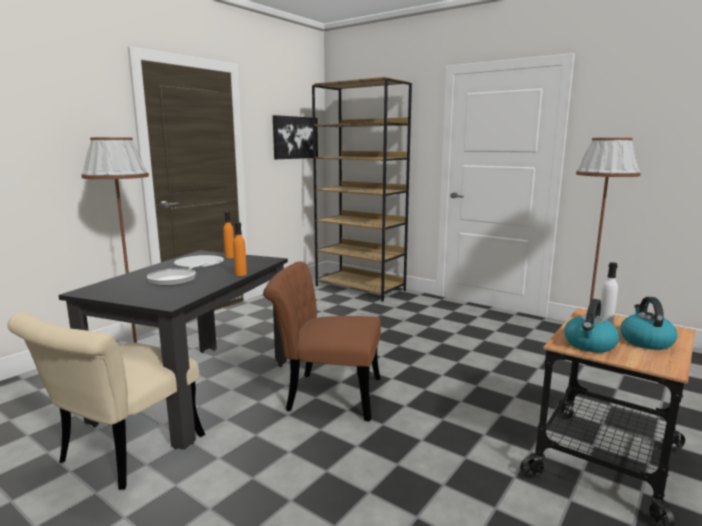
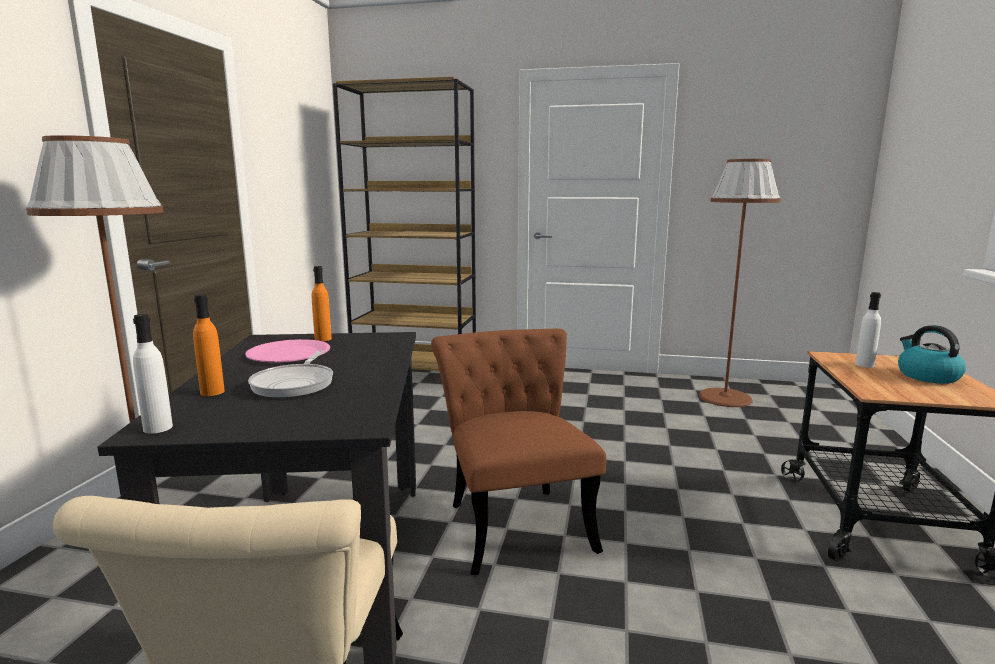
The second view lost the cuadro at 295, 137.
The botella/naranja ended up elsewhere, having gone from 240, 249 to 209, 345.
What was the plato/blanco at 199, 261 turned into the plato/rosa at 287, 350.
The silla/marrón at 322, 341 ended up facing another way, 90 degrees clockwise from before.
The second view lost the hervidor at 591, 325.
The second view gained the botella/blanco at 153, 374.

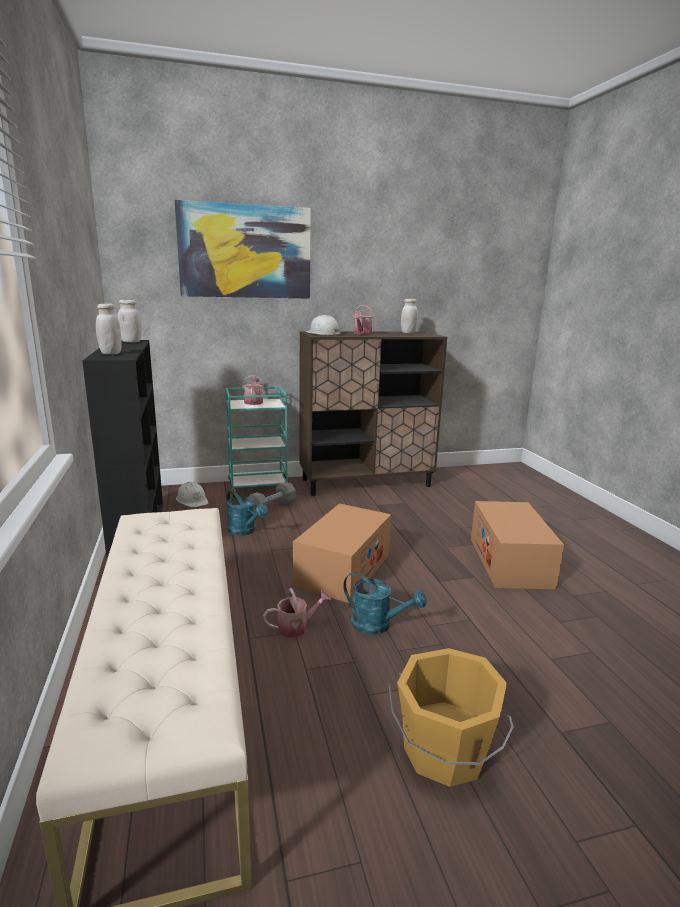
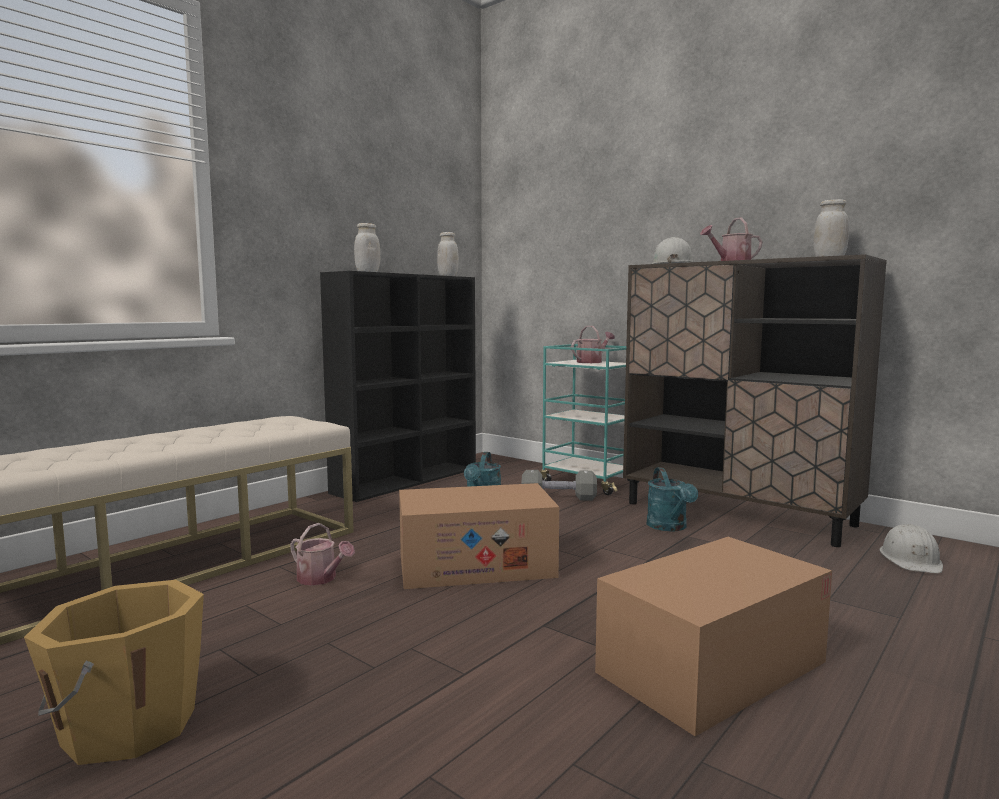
The second view lost the cuadro at 243, 249.
The casco/blanco ended up elsewhere, having gone from 192, 494 to 911, 548.
The regadera/turquesa ended up elsewhere, having gone from 385, 603 to 672, 499.

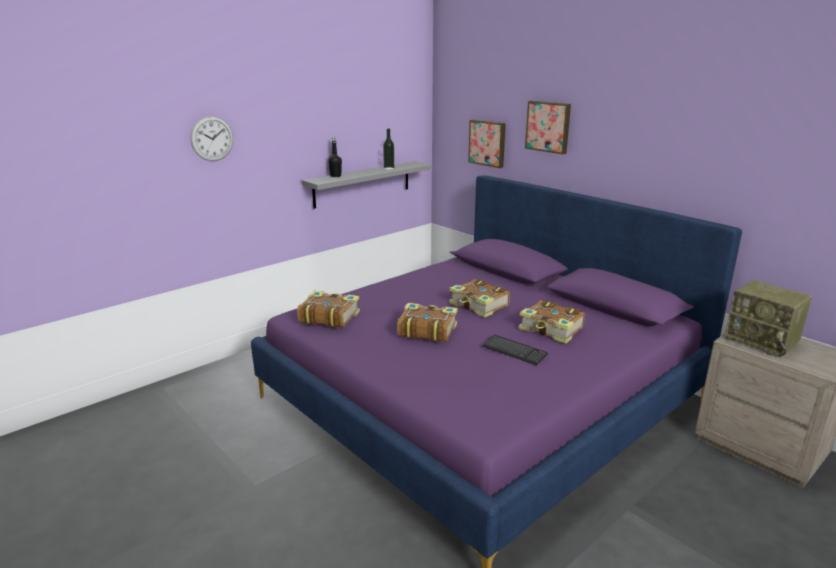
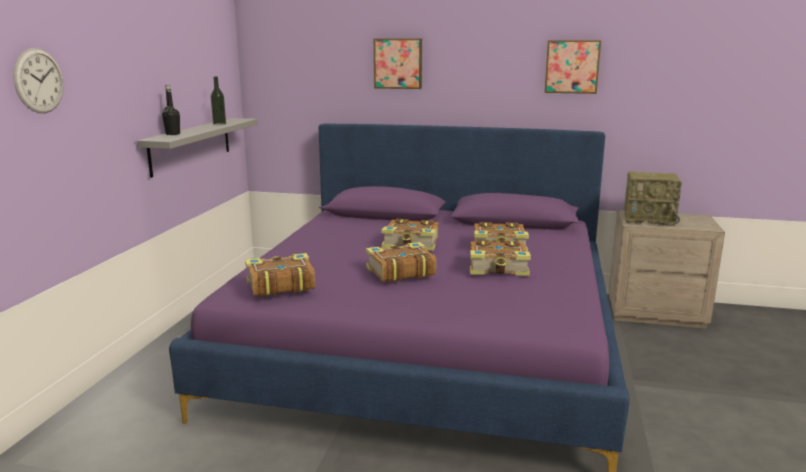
The cuadro ended up elsewhere, having gone from 487, 143 to 572, 67.
Where the teclado stood at 515, 350, the libro came to stand at 500, 258.

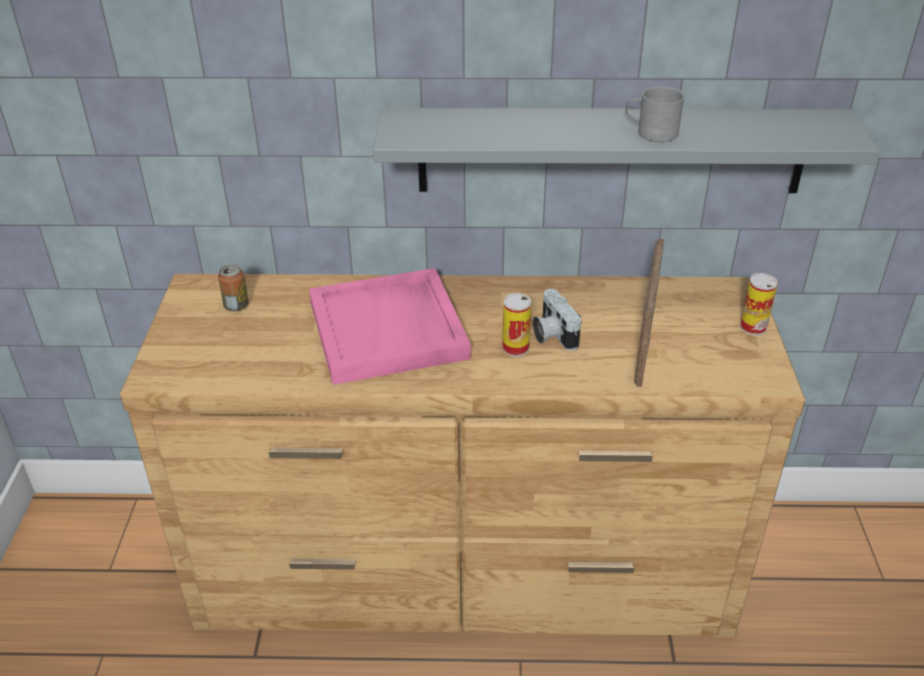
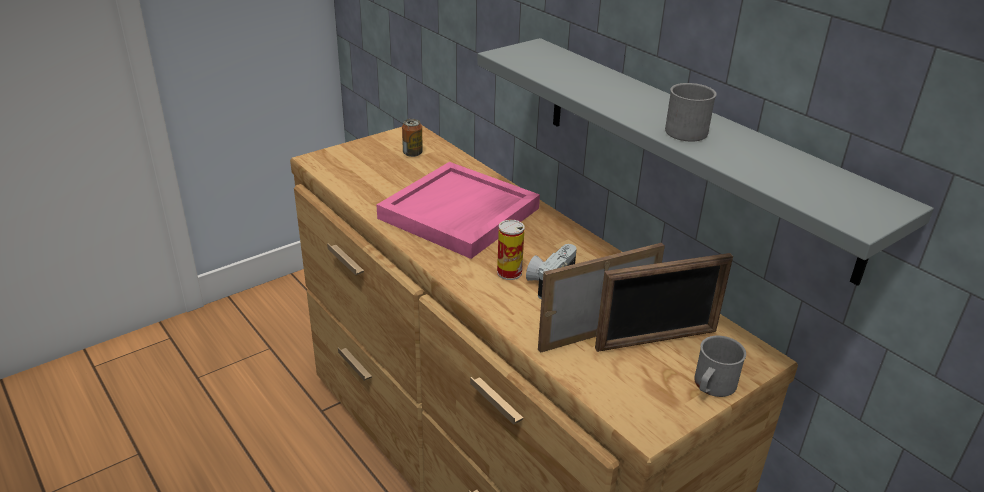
Where the lata stood at 759, 304, the taza grande/gris came to stand at 720, 366.
The second view gained the portarretratos at 664, 302.

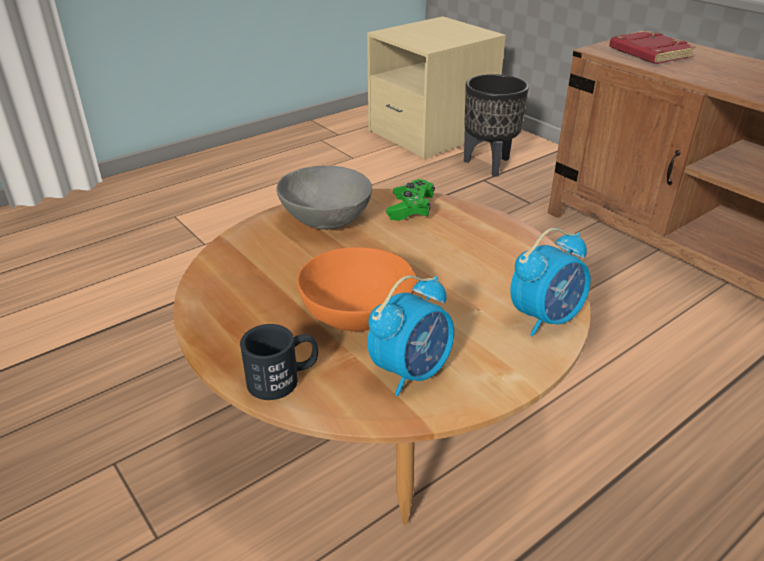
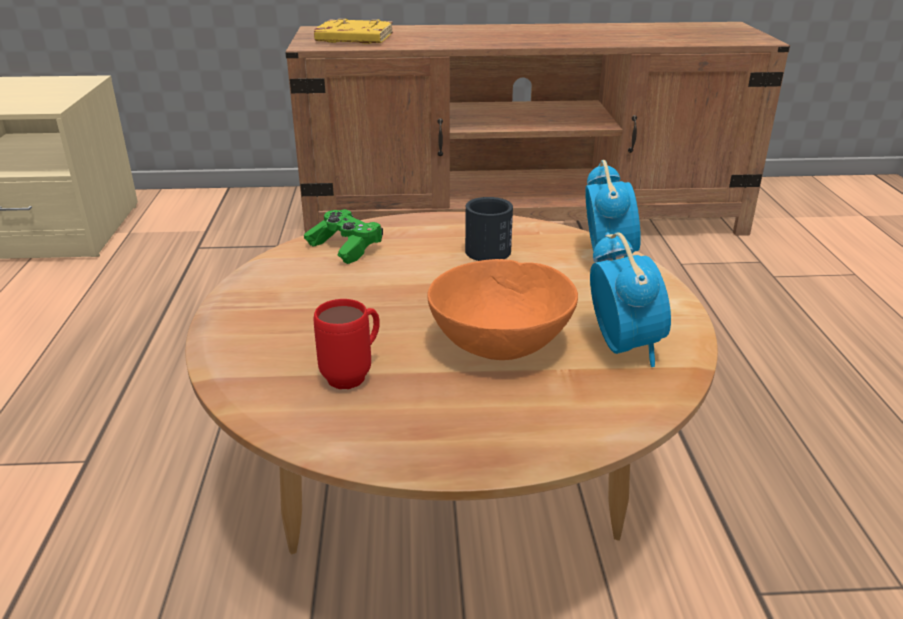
What was the libro/rojo at 652, 47 turned into the libro/amarillo at 353, 31.
The second view lost the maceta/negro at 496, 125.
The second view lost the cuenco/gris at 324, 198.
The taza grande/negro ended up elsewhere, having gone from 279, 362 to 489, 229.
The second view gained the taza grande/rojo at 346, 344.

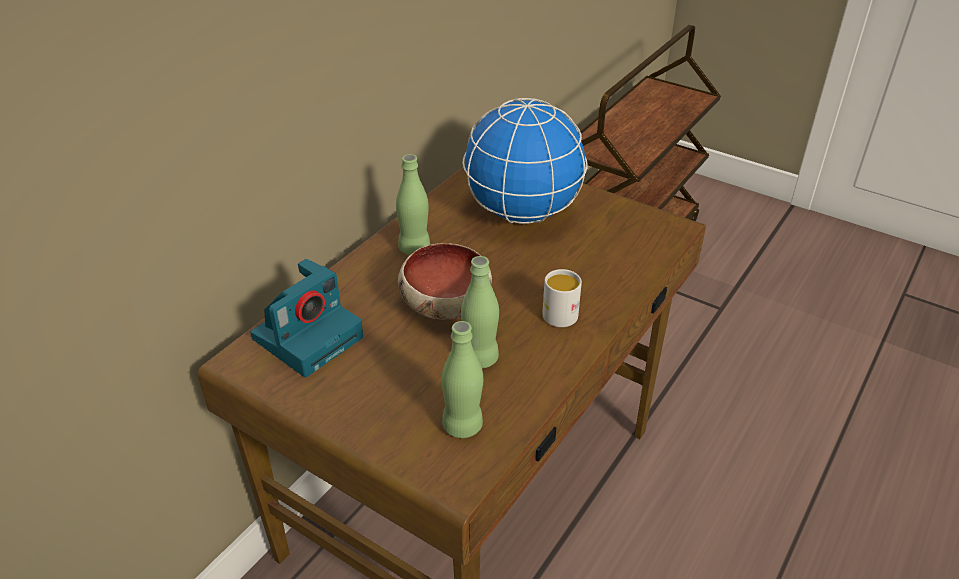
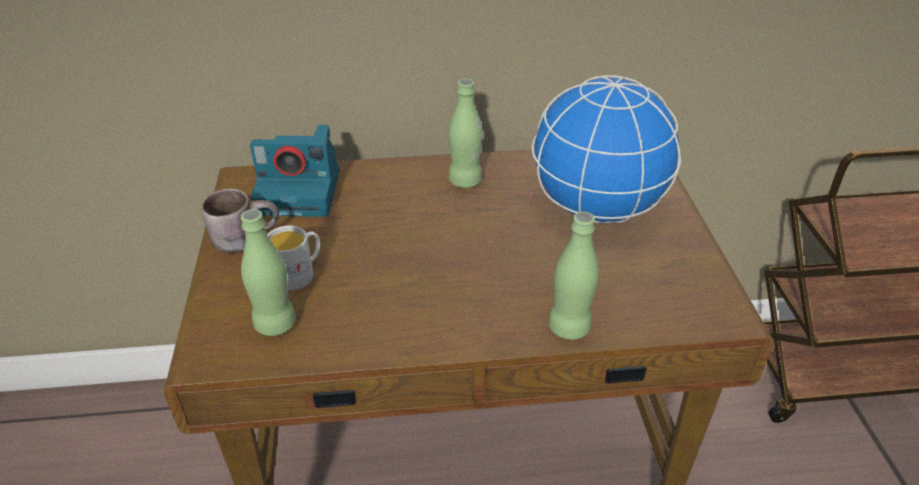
The second view lost the cuenco at 445, 281.
The botella/verde ended up elsewhere, having gone from 480, 312 to 573, 275.
The taza grande/blanco ended up elsewhere, having gone from 562, 298 to 293, 258.
The second view gained the taza grande/marrón at 240, 220.

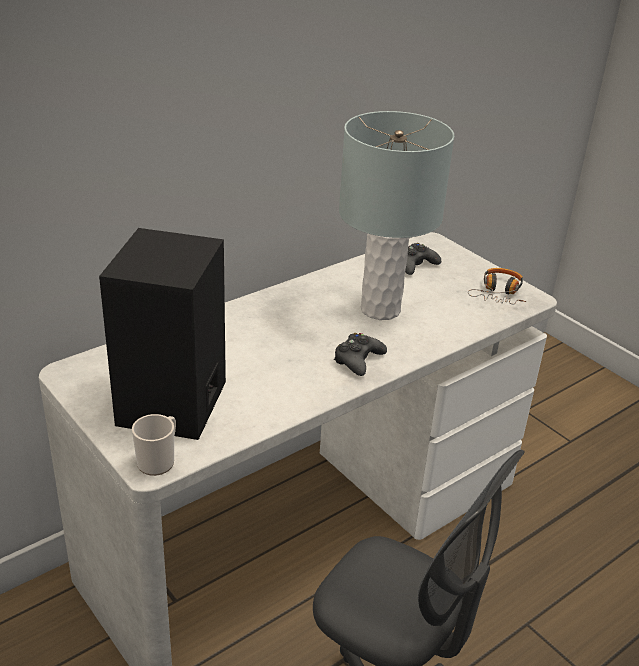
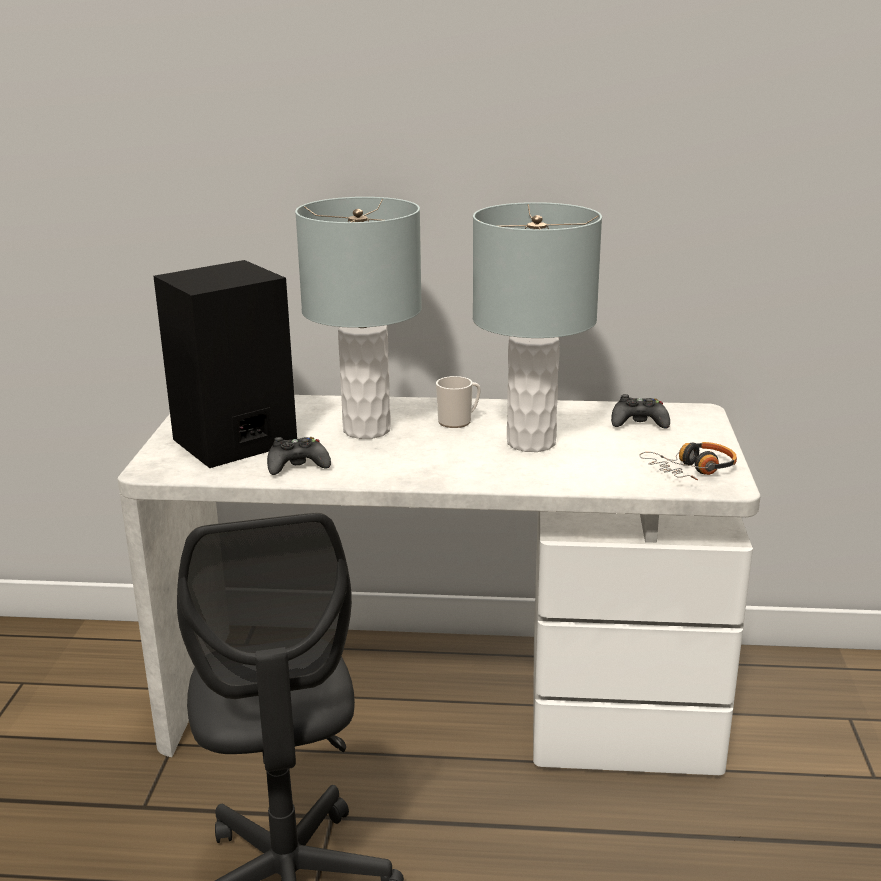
The mando de consola/negro ended up elsewhere, having gone from 360, 354 to 299, 456.
The taza grande ended up elsewhere, having gone from 154, 445 to 458, 402.
The second view gained the lámpara de mesa/gris at 358, 318.

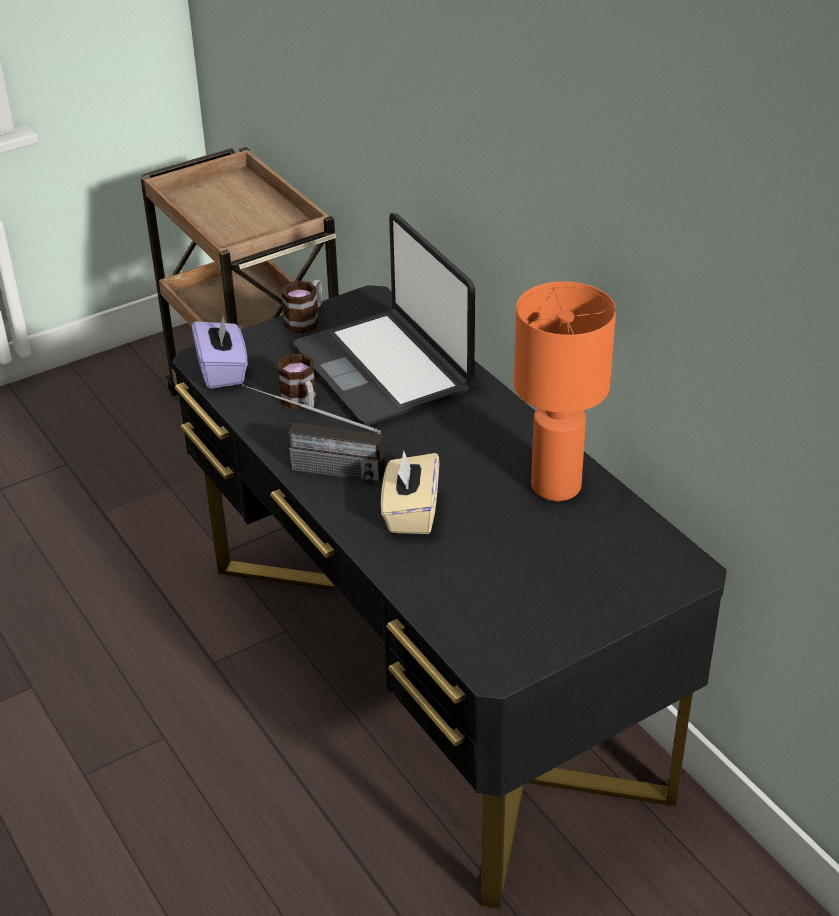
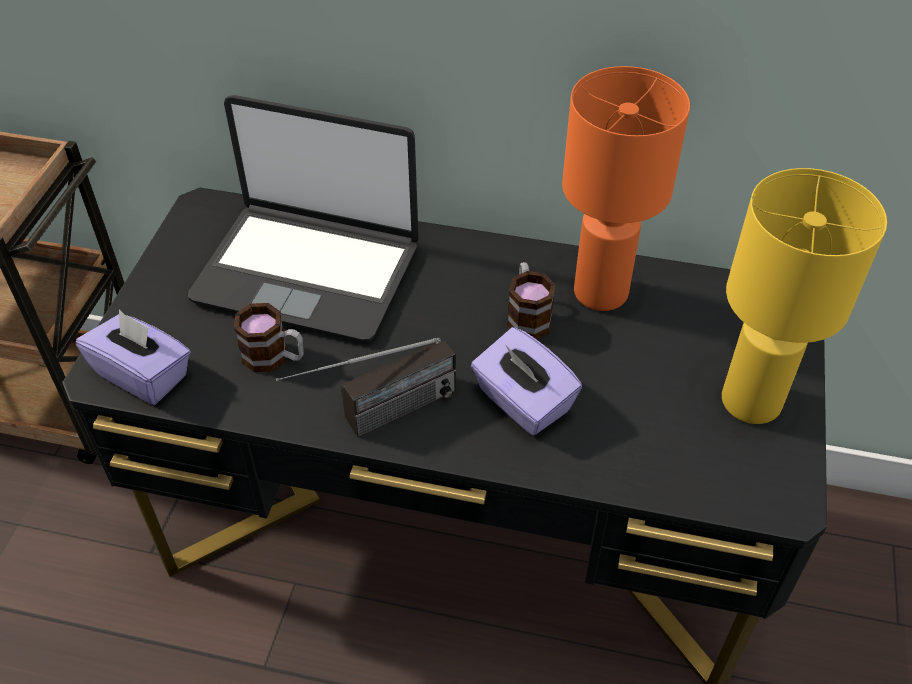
The taza grande ended up elsewhere, having gone from 301, 306 to 531, 301.
What was the caja de pañuelos/beis at 410, 492 turned into the caja de pañuelos/morado at 526, 381.
The second view gained the lámpara de mesa/amarillo at 804, 296.

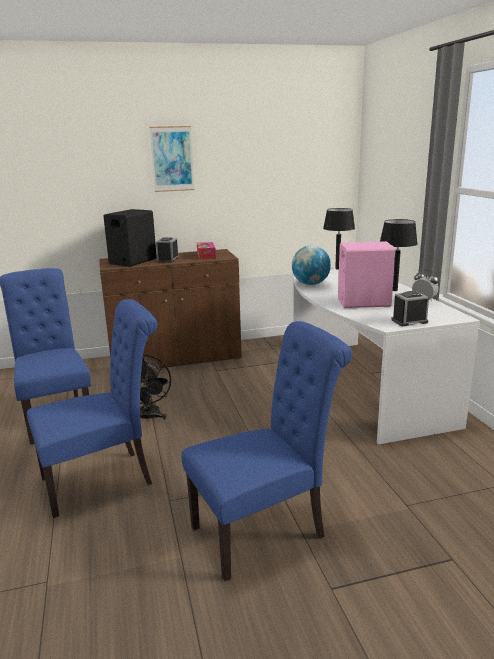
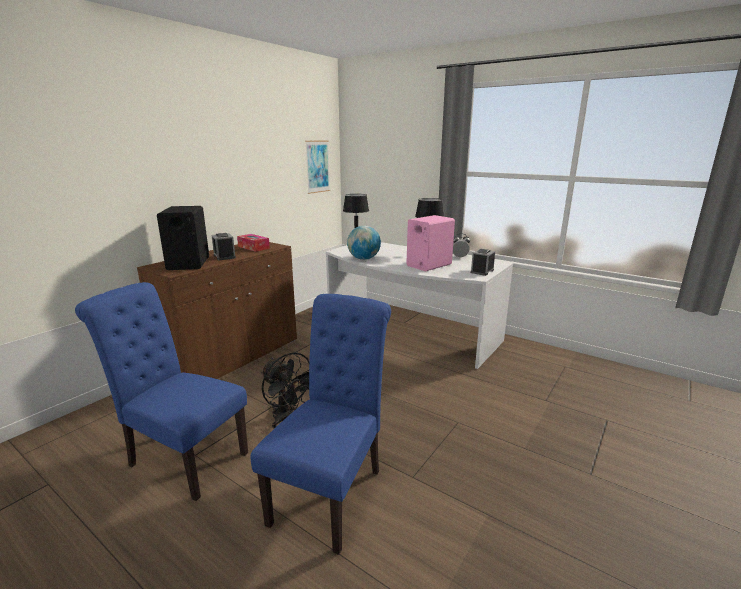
The cuadro ended up elsewhere, having gone from 171, 159 to 317, 167.
The second view lost the silla/azul at 267, 451.

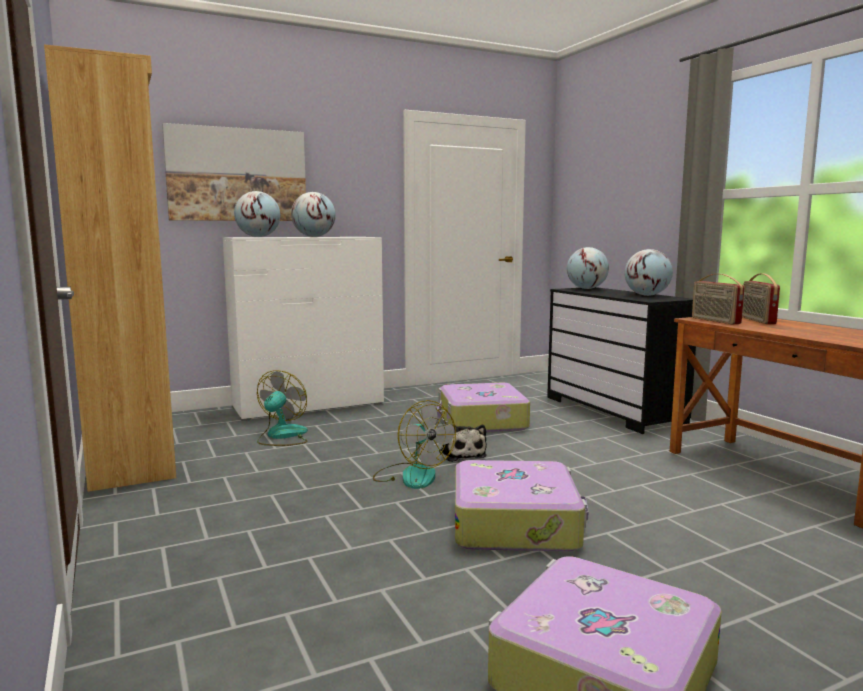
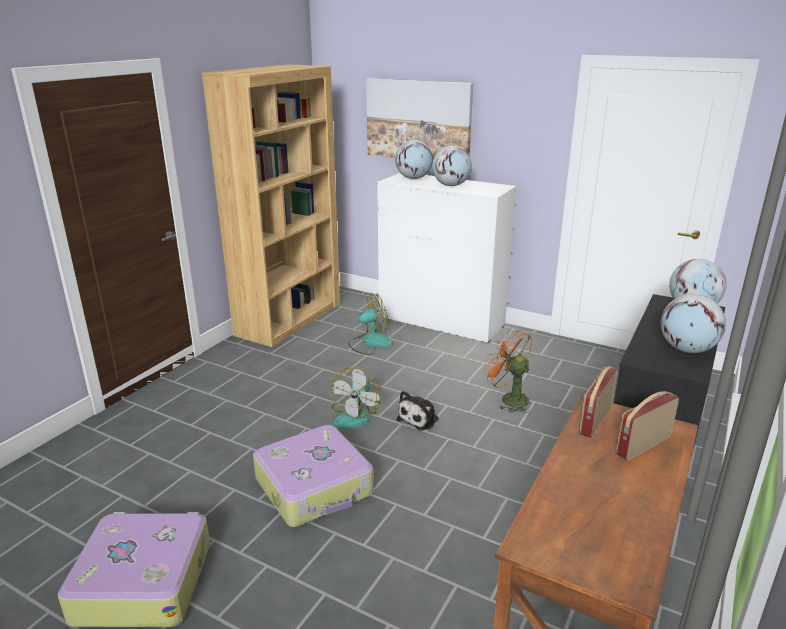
Where the maleta stood at 483, 407, the ventilador/naranja came to stand at 507, 371.

